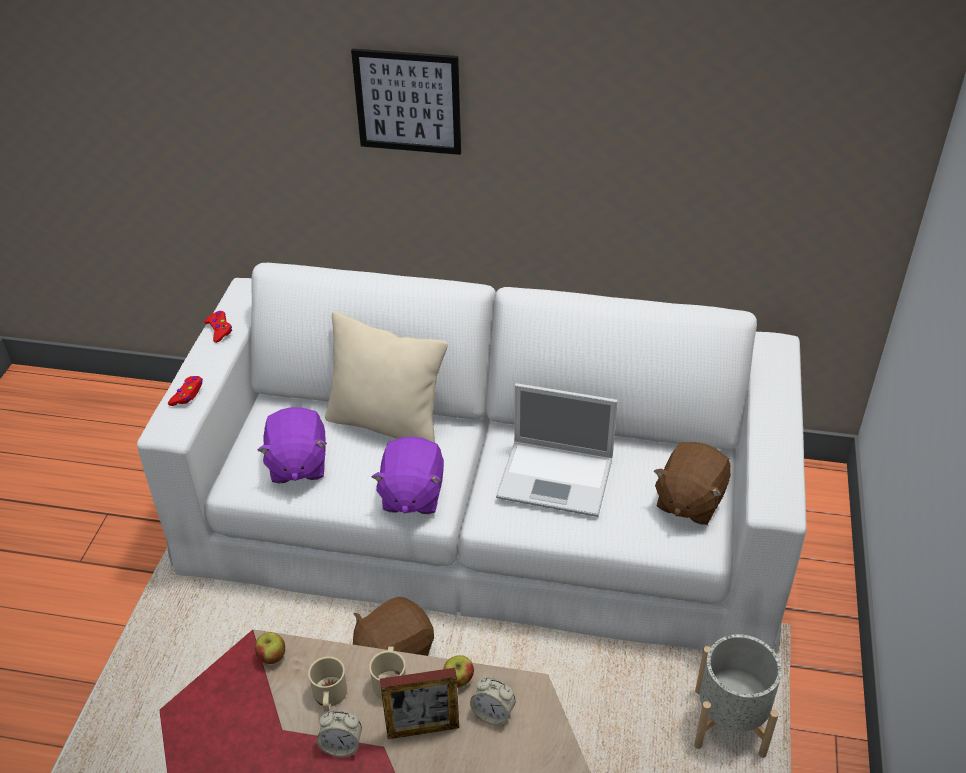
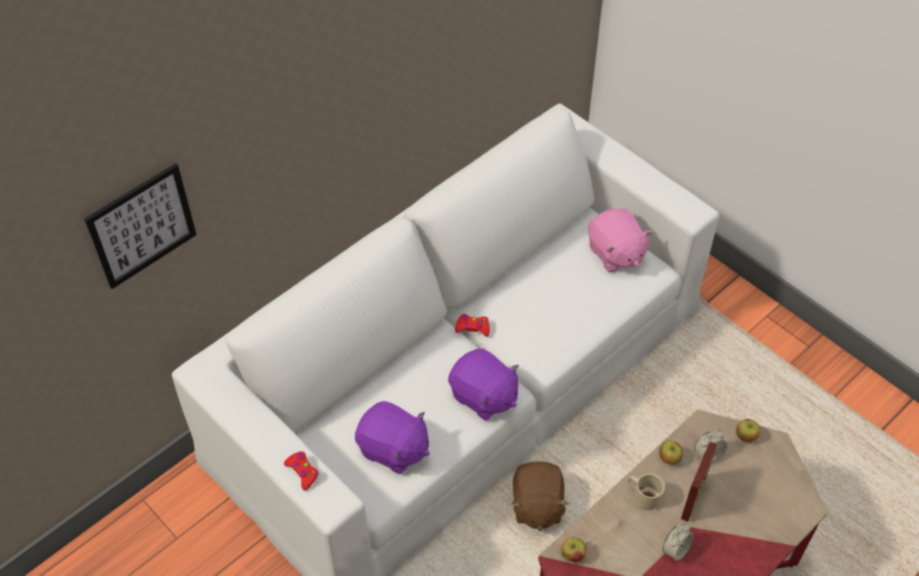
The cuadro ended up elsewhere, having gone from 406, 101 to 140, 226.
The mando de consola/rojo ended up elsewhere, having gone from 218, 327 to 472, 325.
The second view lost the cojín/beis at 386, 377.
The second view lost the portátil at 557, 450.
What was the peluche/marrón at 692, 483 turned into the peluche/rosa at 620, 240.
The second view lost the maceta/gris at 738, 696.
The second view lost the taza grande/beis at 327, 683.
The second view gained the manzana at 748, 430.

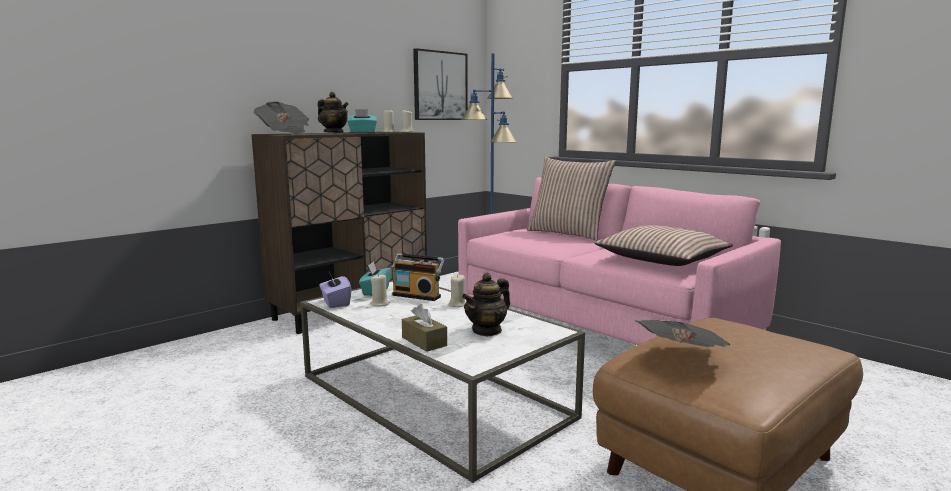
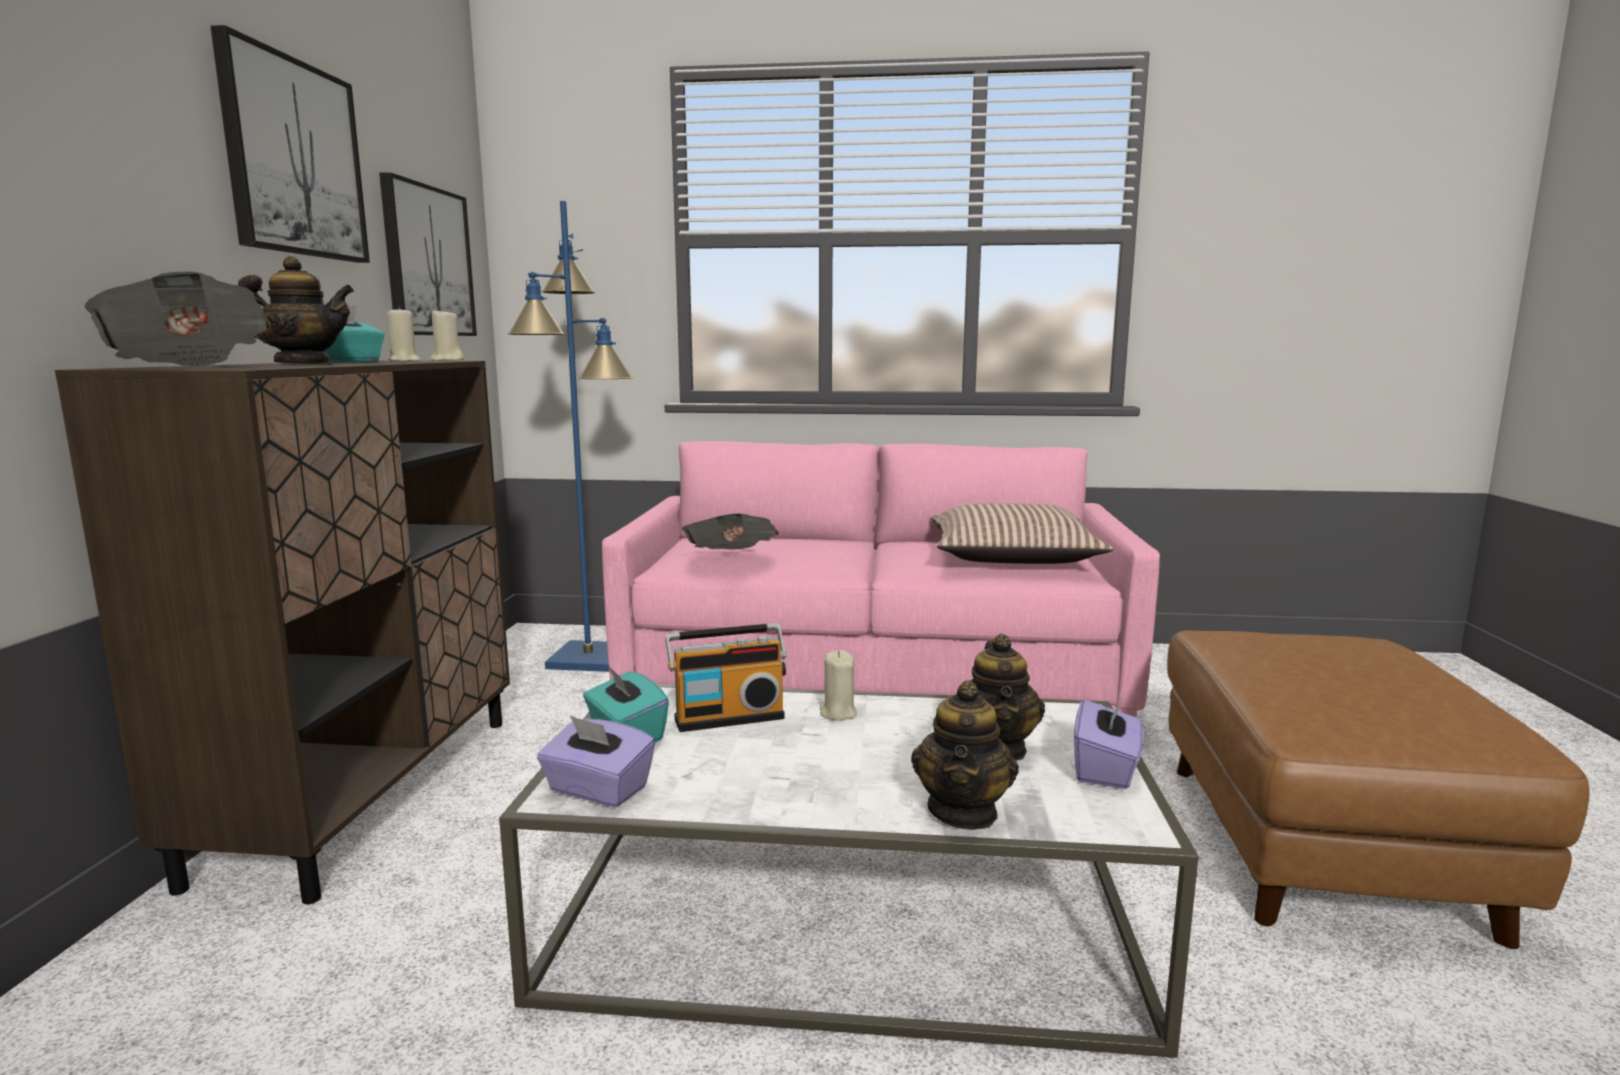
The second view lost the cojín at 571, 199.
The second view lost the vela/beis at 380, 290.
Where the caja de pañuelos/marrón stood at 424, 328, the tetera came to stand at 965, 755.
The periódico ended up elsewhere, having gone from 682, 333 to 730, 531.
The second view gained the cuadro at 290, 144.
The second view gained the caja de pañuelos/morado at 1109, 741.

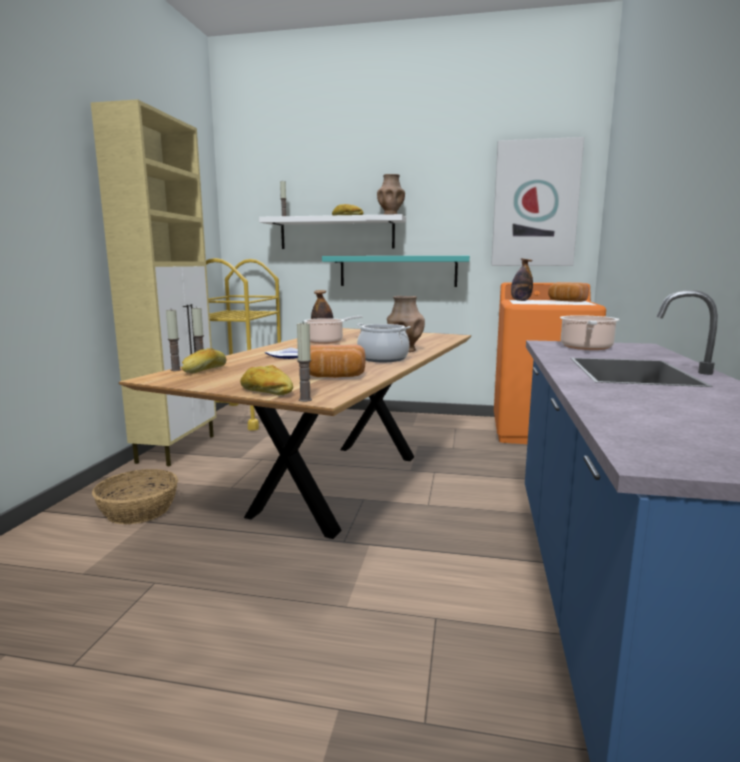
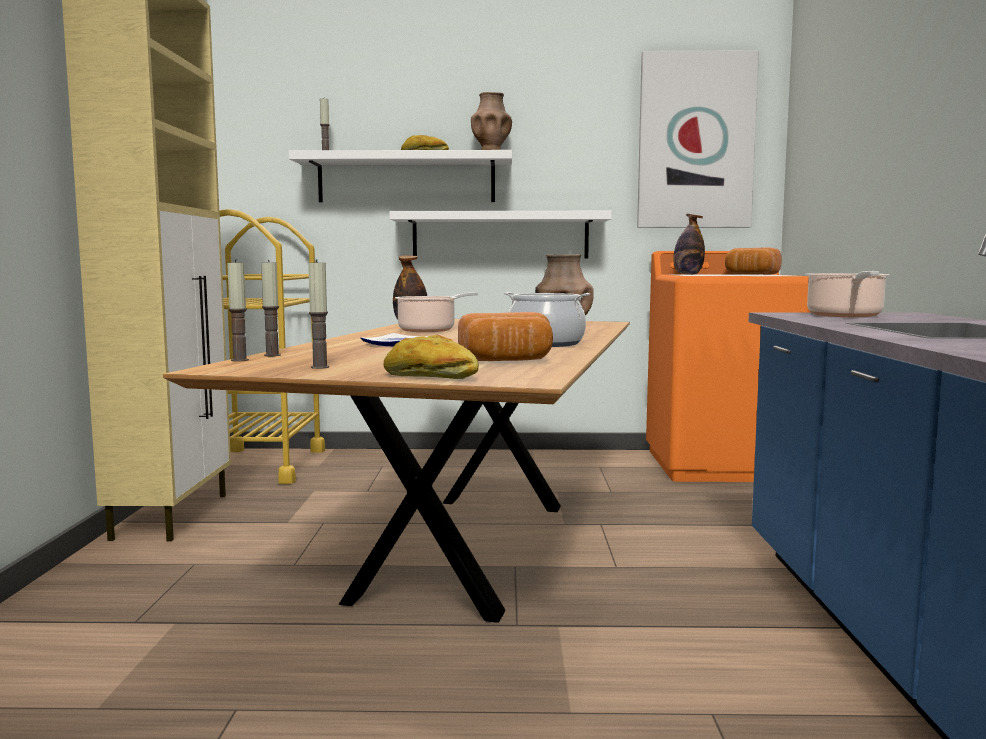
What was the estante/turquesa at 396, 271 turned into the estante/blanco at 500, 235.
The vela ended up elsewhere, having gone from 304, 362 to 318, 314.
The second view lost the pan at 204, 360.
The second view lost the cesta at 135, 496.

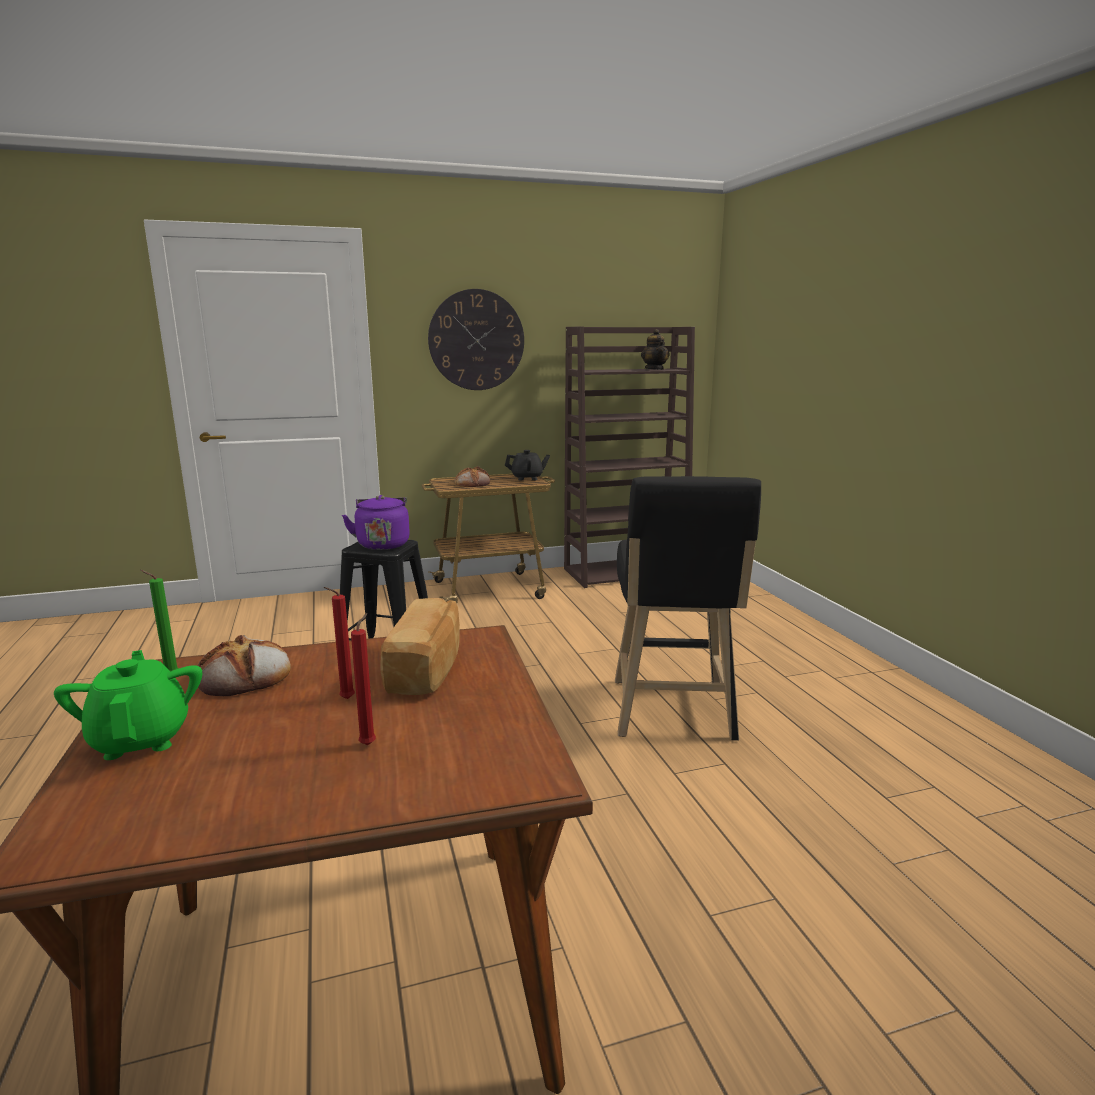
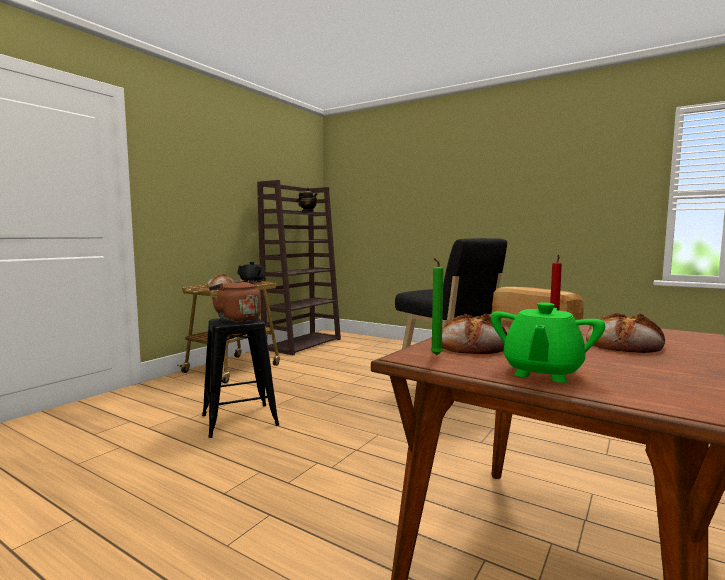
The second view lost the reloj de pared at 476, 339.
What was the hervidor/morado at 376, 522 turned into the hervidor/marrón at 235, 301.
Where the vela/rojo stood at 363, 679, the pan came to stand at 625, 333.
The tetera/verde at 128, 705 ended up facing another way, 90 degrees counterclockwise from before.

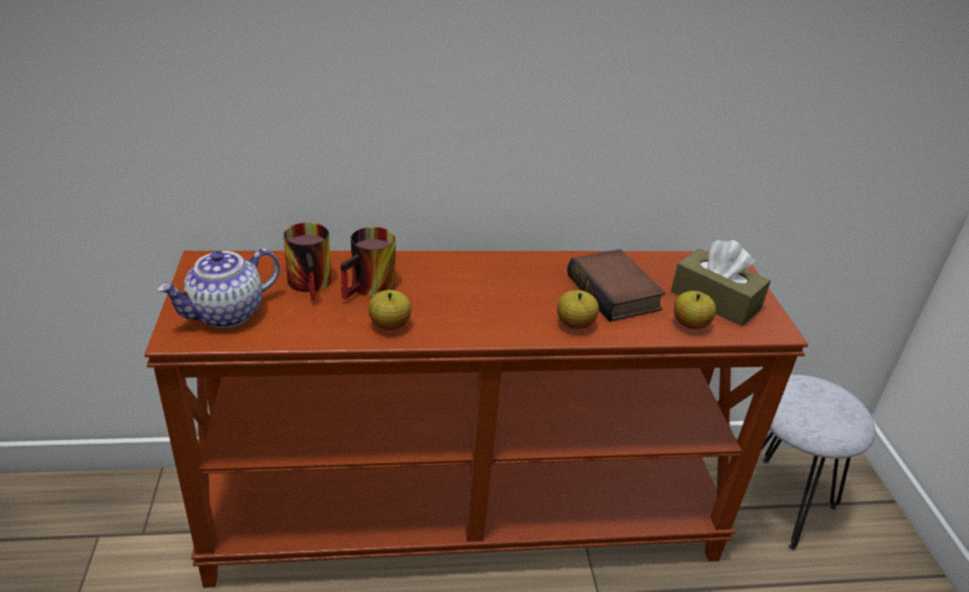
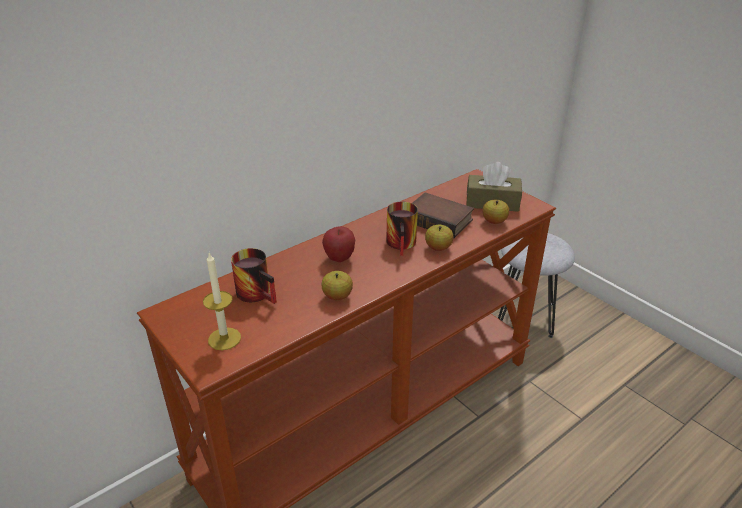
The taza grande ended up elsewhere, having gone from 368, 263 to 402, 229.
Where the tetera stood at 218, 288, the vela came to stand at 222, 301.
The second view gained the manzana at 338, 244.

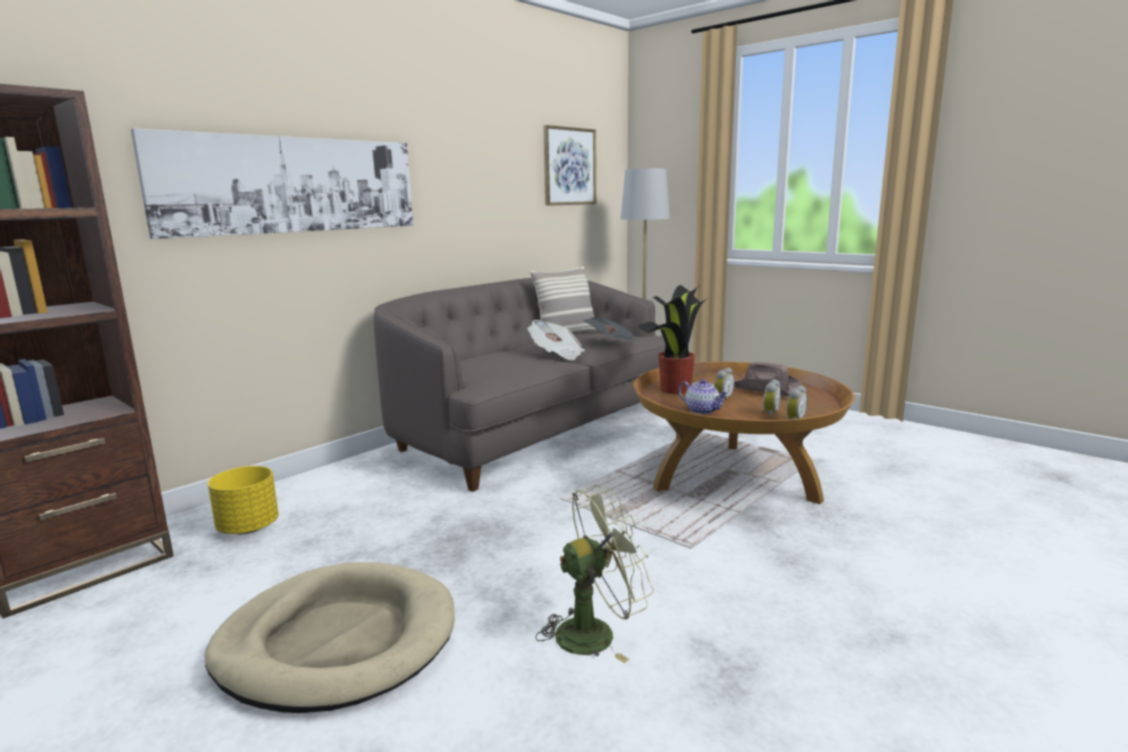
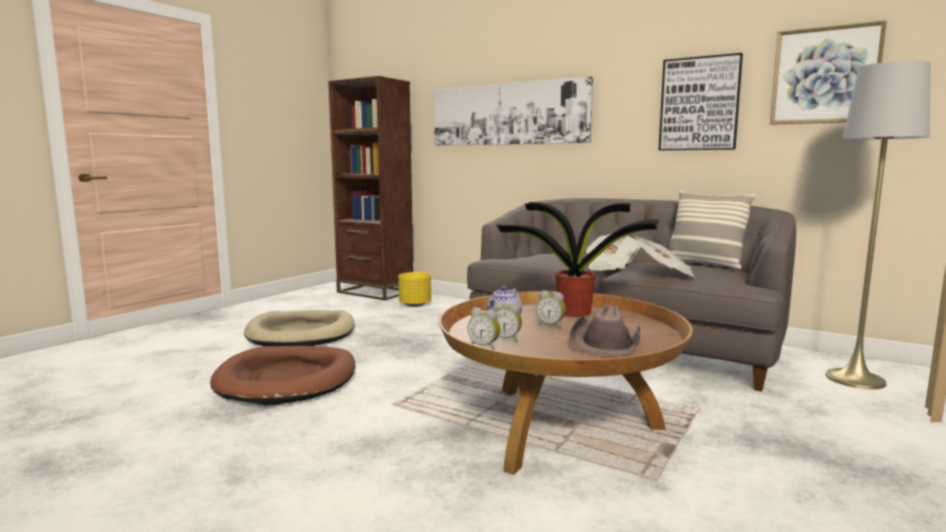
Where the ventilador/verde stood at 594, 574, the cama para perro/marrón came to stand at 283, 375.
The second view gained the cuadro at 701, 101.

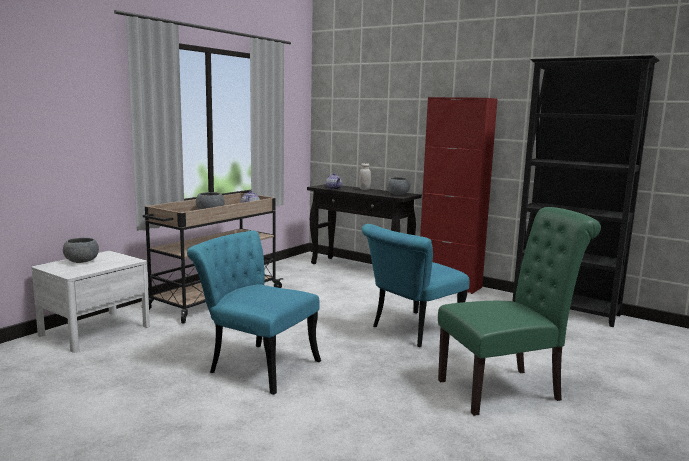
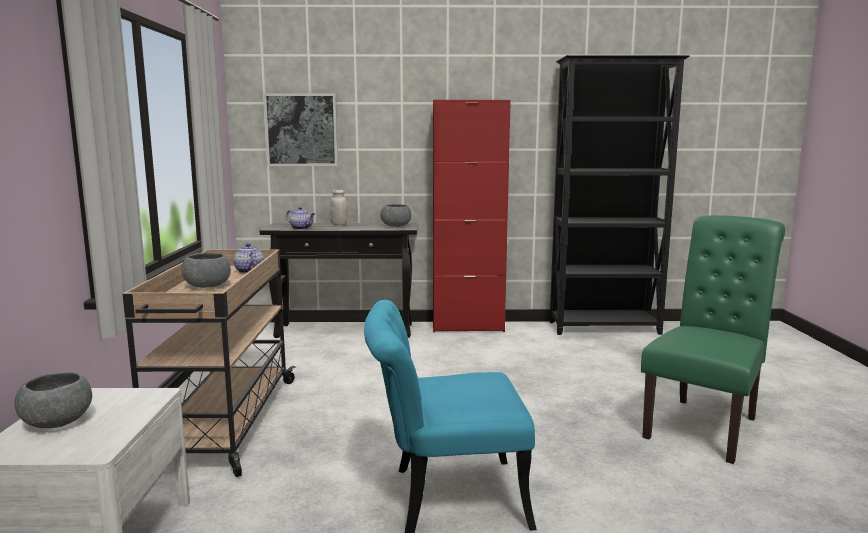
The second view lost the silla/turquesa at 415, 285.
The second view gained the cuadro at 300, 129.

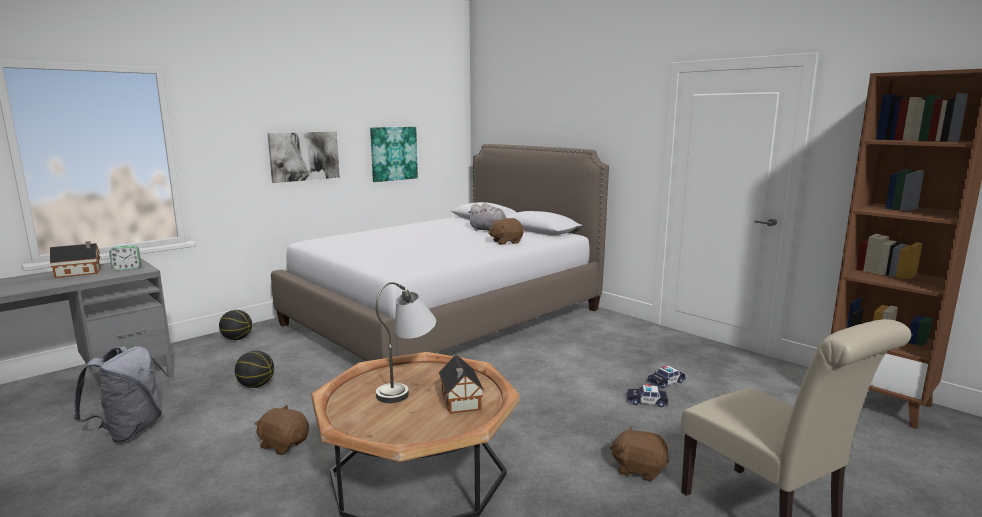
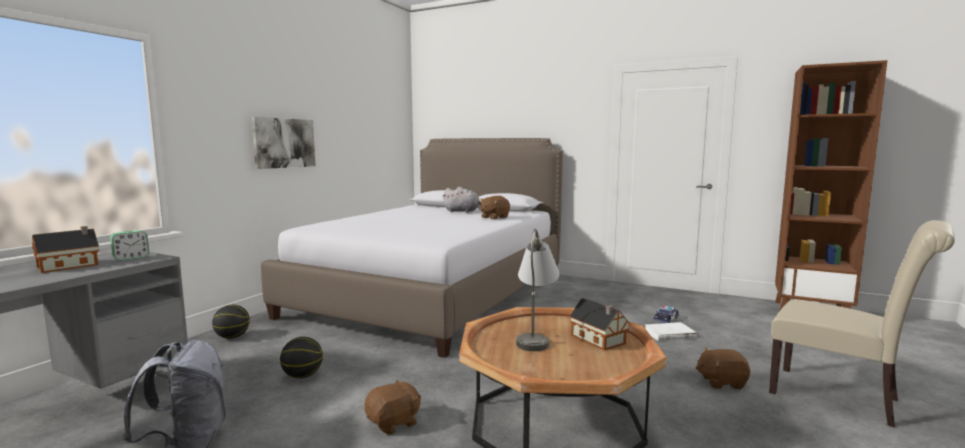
The second view lost the cuadro at 394, 154.
Where the coche de juguete stood at 647, 395, the libro/blanco came to stand at 671, 331.
The peluche/marrón at 281, 430 ended up facing another way, 135 degrees clockwise from before.

